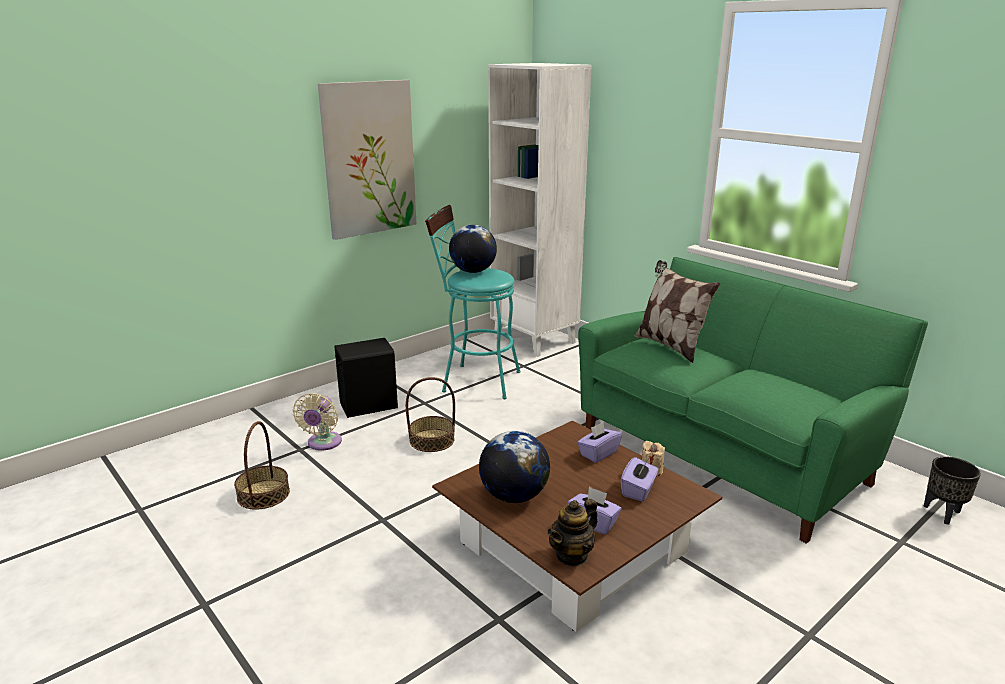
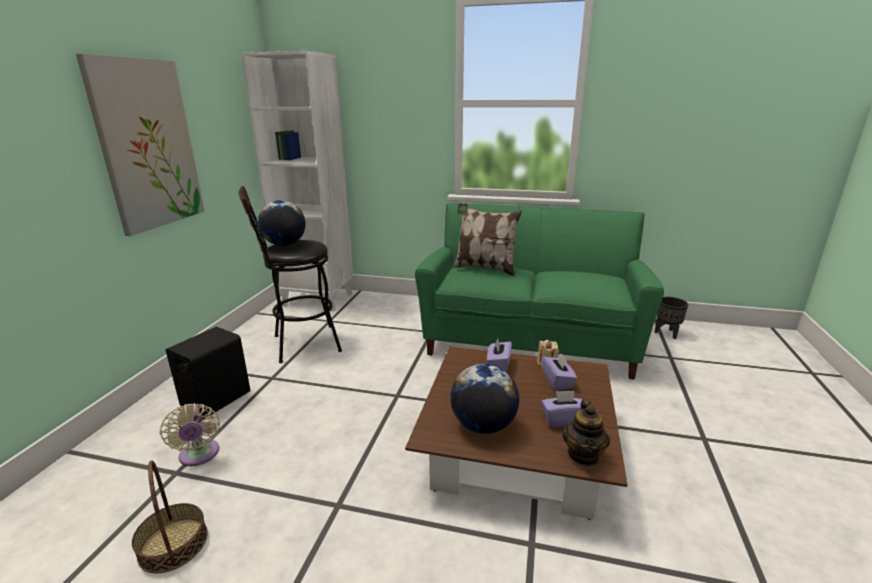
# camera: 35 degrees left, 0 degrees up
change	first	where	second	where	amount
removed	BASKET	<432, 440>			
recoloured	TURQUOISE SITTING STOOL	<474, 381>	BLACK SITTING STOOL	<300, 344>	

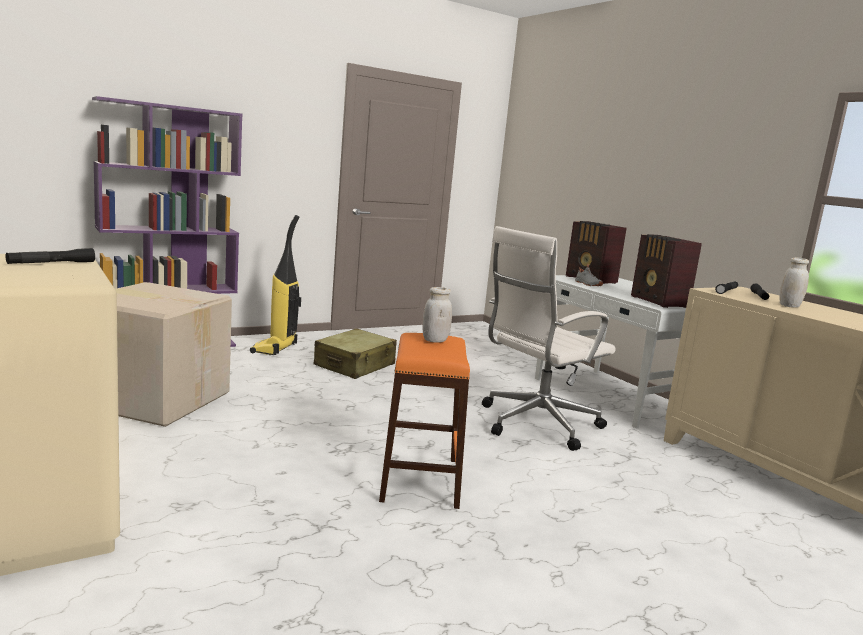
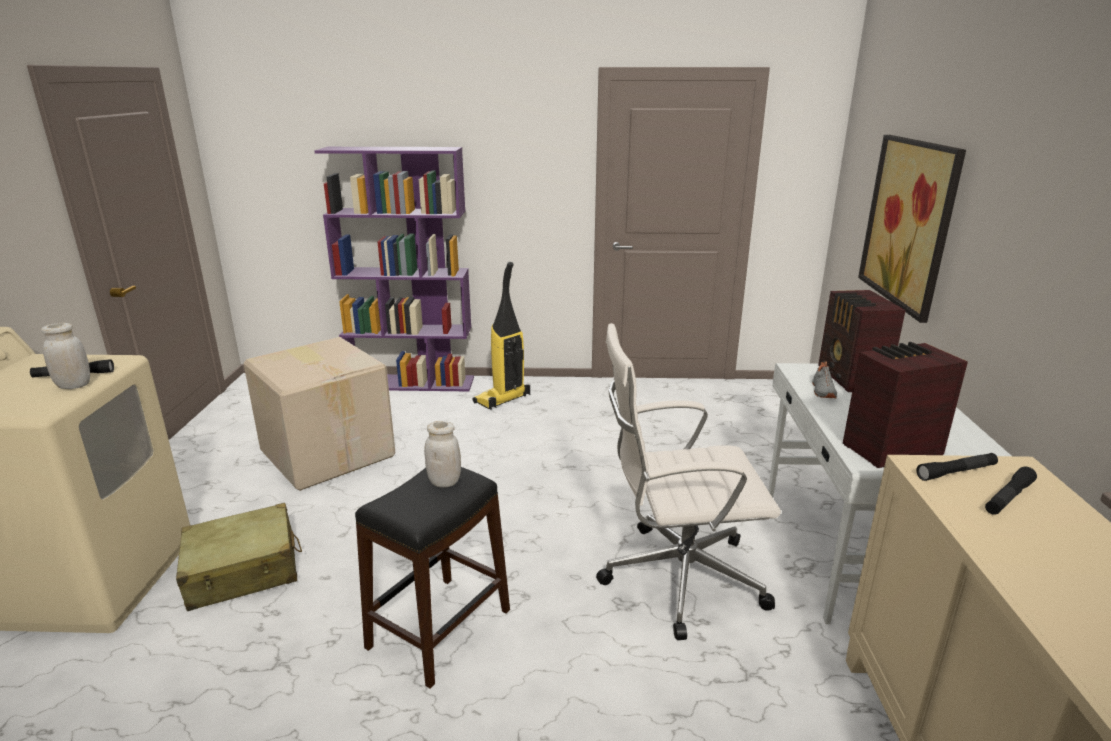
# camera: 35 degrees right, 10 degrees up
change	first	where	second	where	amount
added			WALL PICTURE	<909, 223>	
moved	BEIGE SUITCASE	<355, 365>		<243, 571>	
moved	WHITISH JAR	<789, 306>		<74, 385>	
recoloured	ORANGE-COLOURED SITTING STOOL	<419, 479>	BLACK SITTING STOOL	<438, 628>	
turned	RADIO	<659, 302>		<889, 449>	60 degrees clockwise

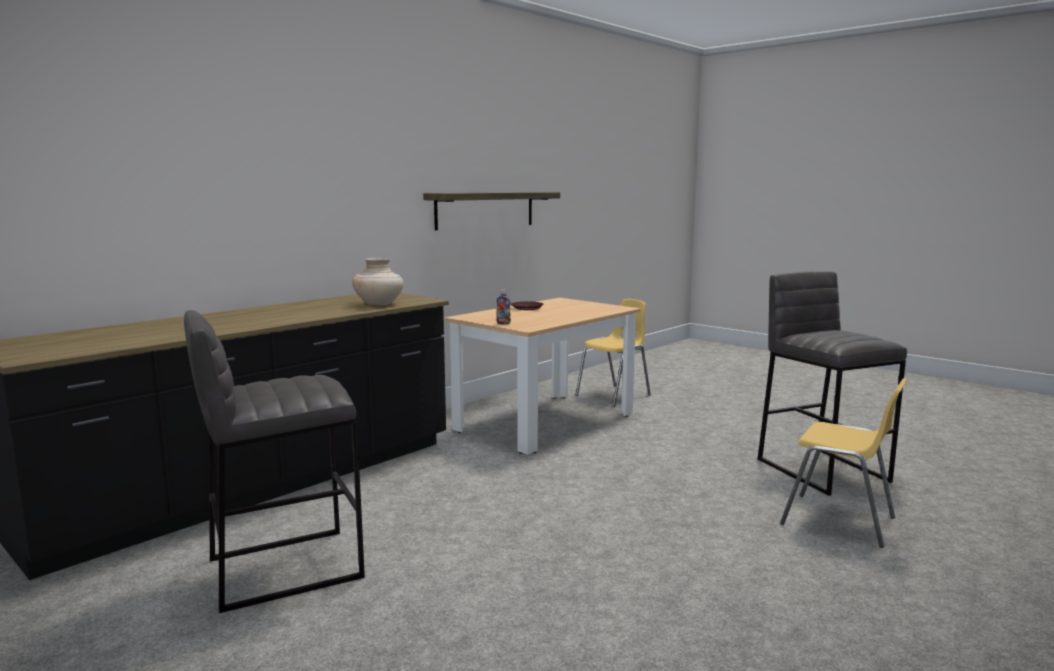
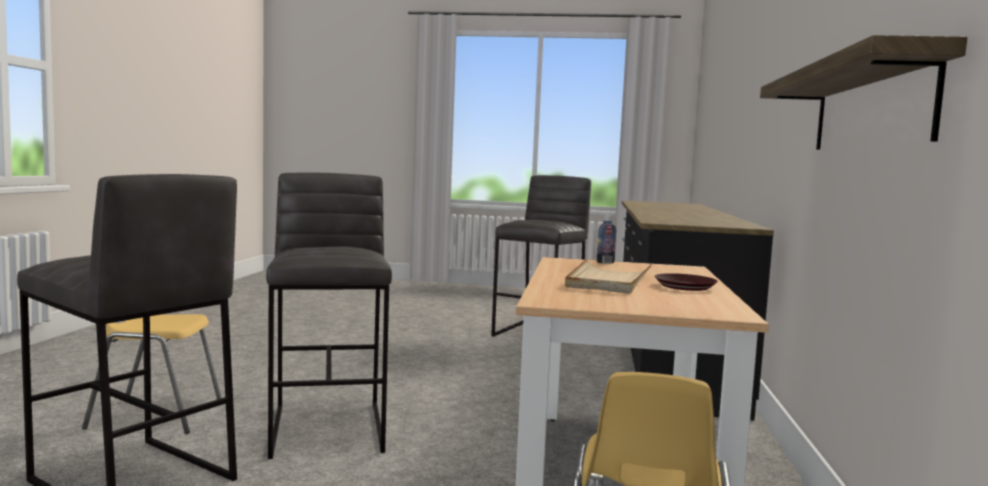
# camera: 145 degrees right, 5 degrees down
change	first	where	second	where	amount
removed	BEIGE DECORATIVE VASE	<379, 304>			
added			GREY SITTING STOOL	<329, 428>	
added			BEIGE TRAY	<608, 281>	

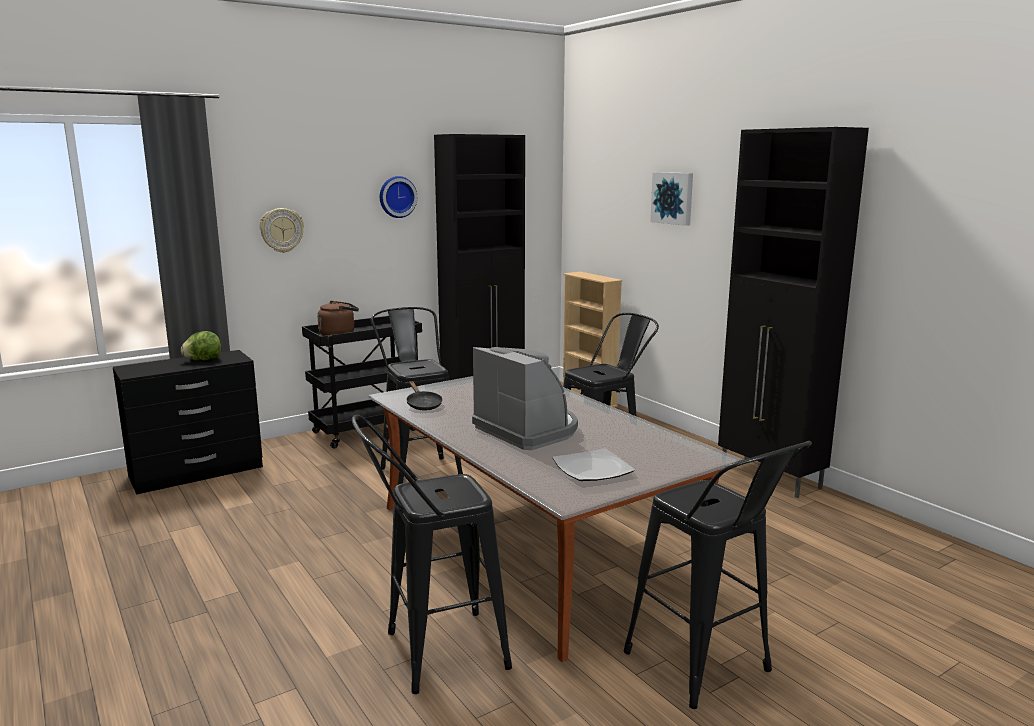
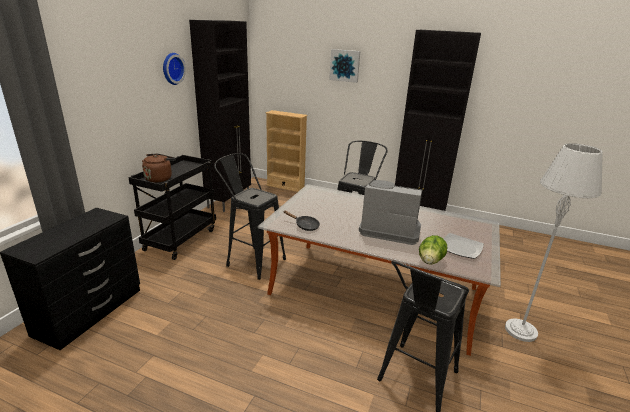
# camera: 35 degrees left, 10 degrees up
change	first	where	second	where	amount
removed	CLOCK ON THE WALL	<281, 230>			
moved	HEAD OF LETTUCE	<203, 360>		<430, 261>	
replaced	BLACK SITTING STOOL	<707, 670>	GREY STANDING LAMP	<521, 331>	

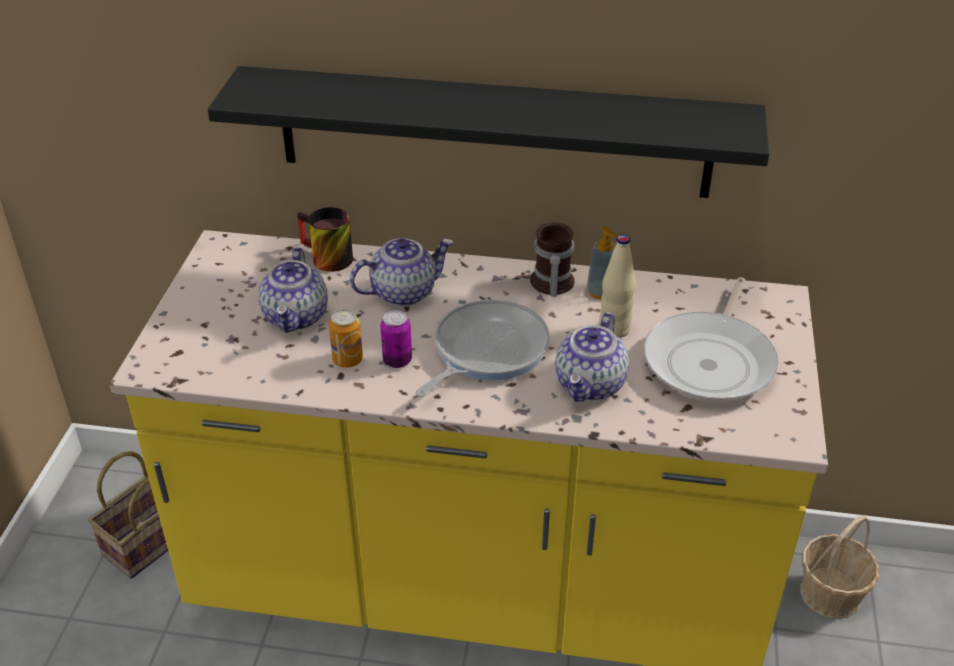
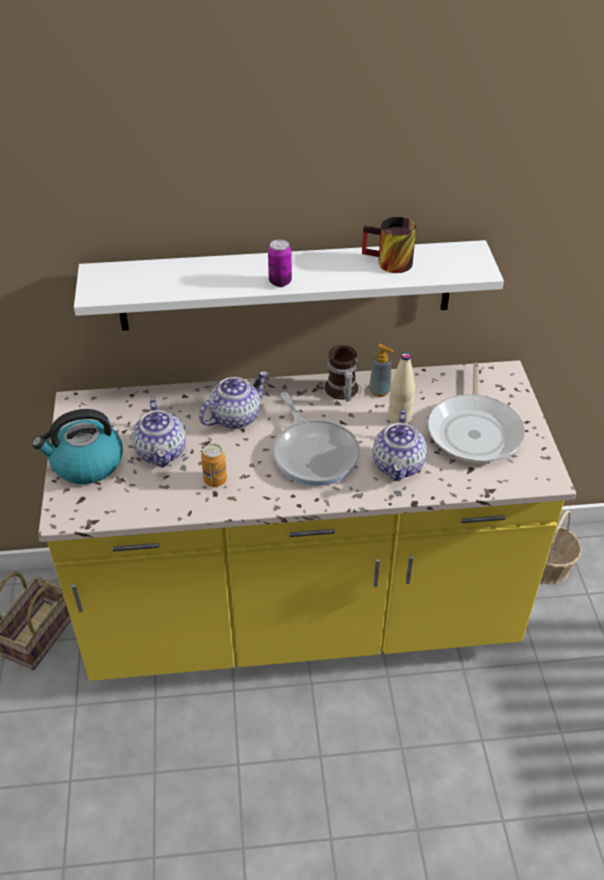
# camera: 15 degrees left, 5 degrees up
change	first	where	second	where	amount
added			WATER KETTLE	<86, 464>	
moved	MUG	<324, 259>		<388, 263>	
moved	CAN	<397, 361>		<280, 282>	
recoloured	BLACK WALL SHELF	<493, 132>	WHITISH WALL SHELF	<286, 286>	
turned	FRYING PAN	<486, 351>		<314, 453>	135 degrees clockwise

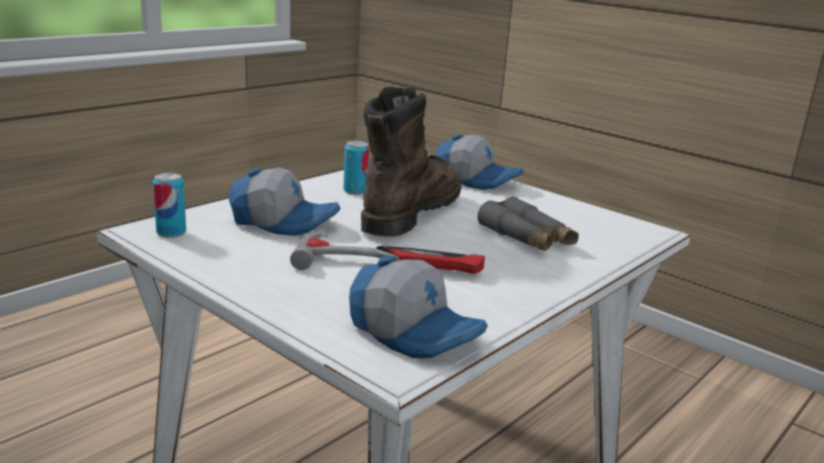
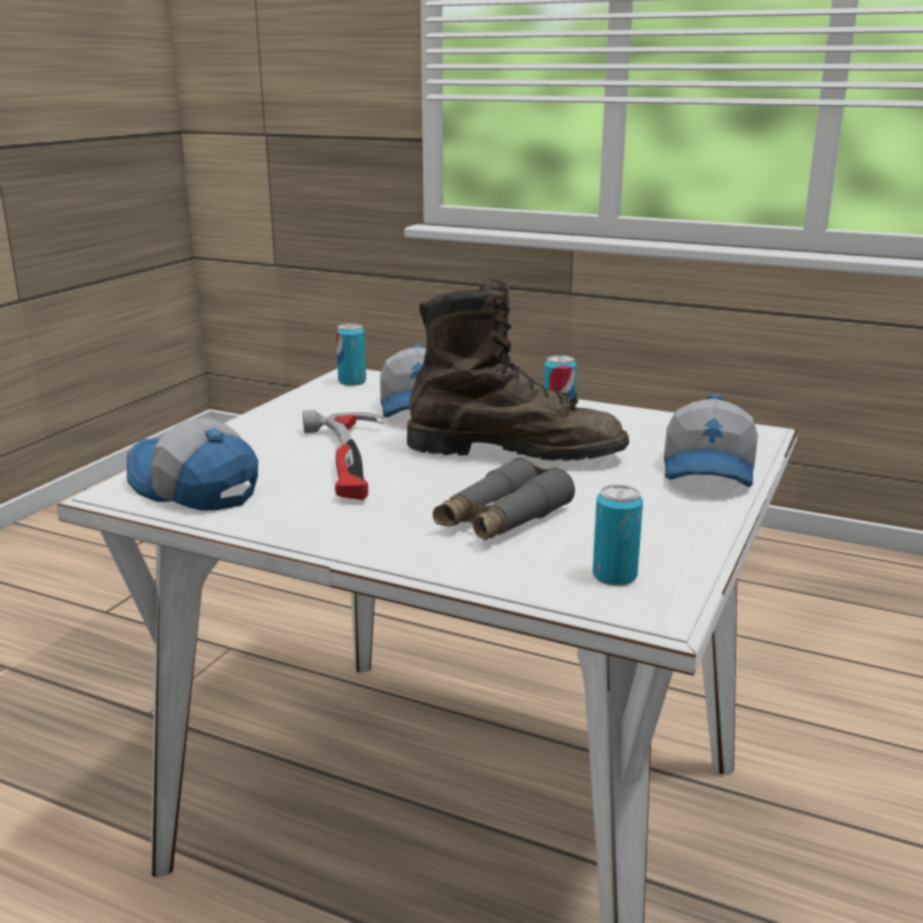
# camera: 75 degrees right, 0 degrees up
change	first	where	second	where	amount
added			CAN	<614, 576>	
turned	BASEBALL CAP	<414, 331>		<192, 489>	105 degrees clockwise

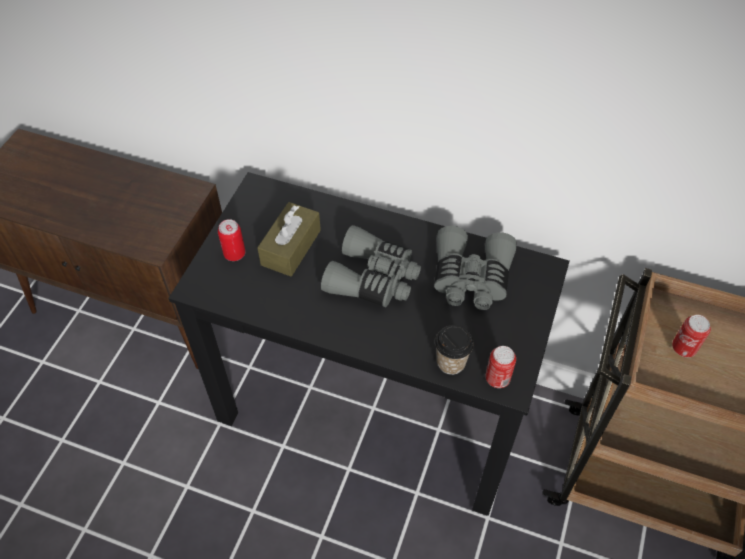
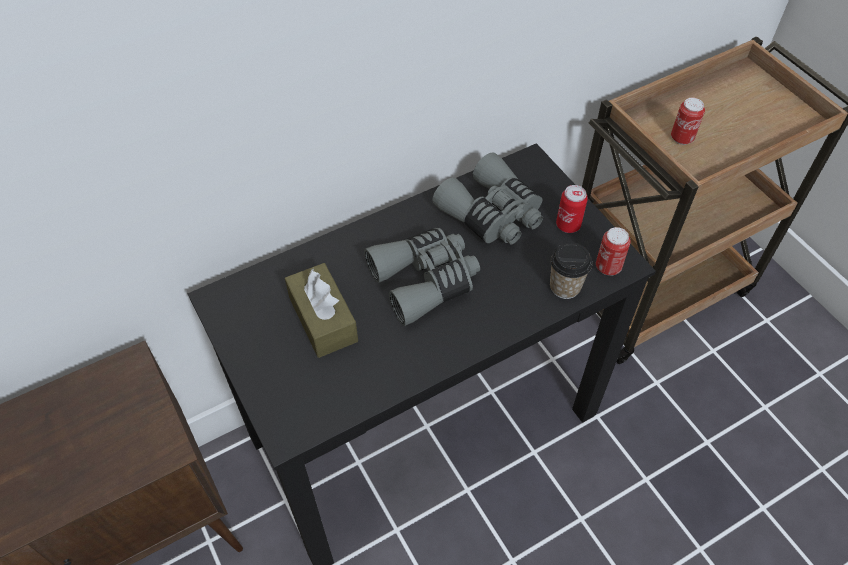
# camera: 50 degrees left, 0 degrees up
change	first	where	second	where	amount
moved	CAN	<234, 254>		<568, 225>	

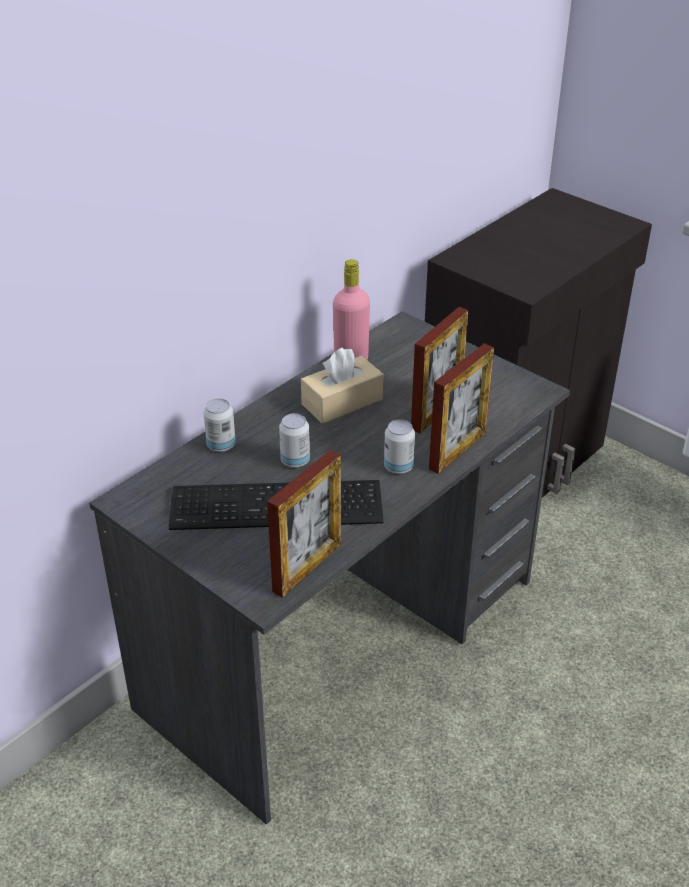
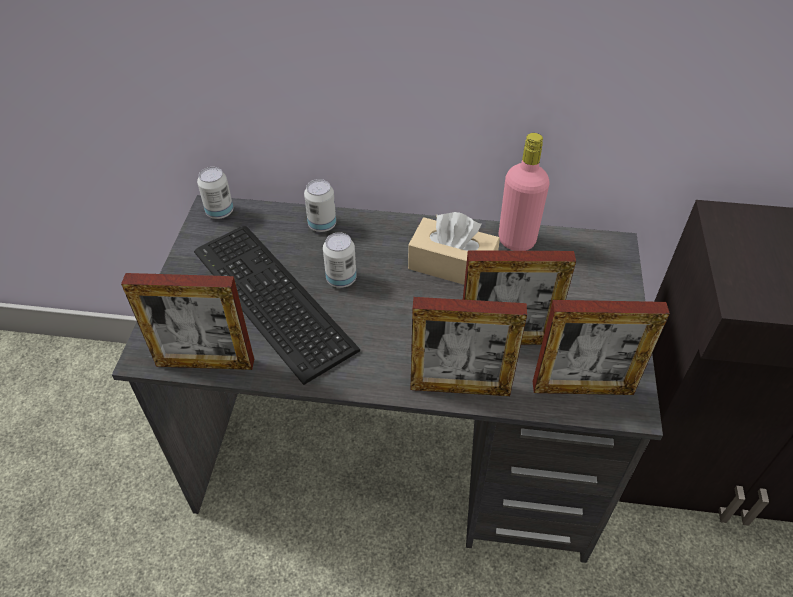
# camera: 55 degrees right, 10 degrees up
change	first	where	second	where	amount
added			PICTURE FRAME	<582, 388>	
moved	CAN	<398, 467>		<220, 212>	

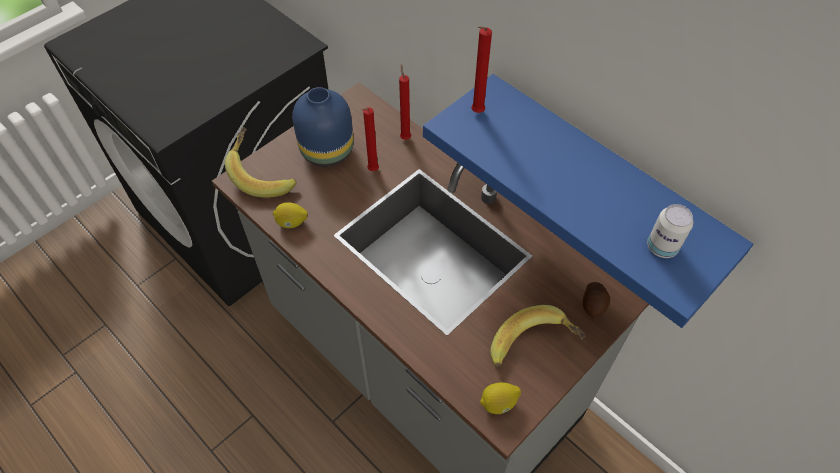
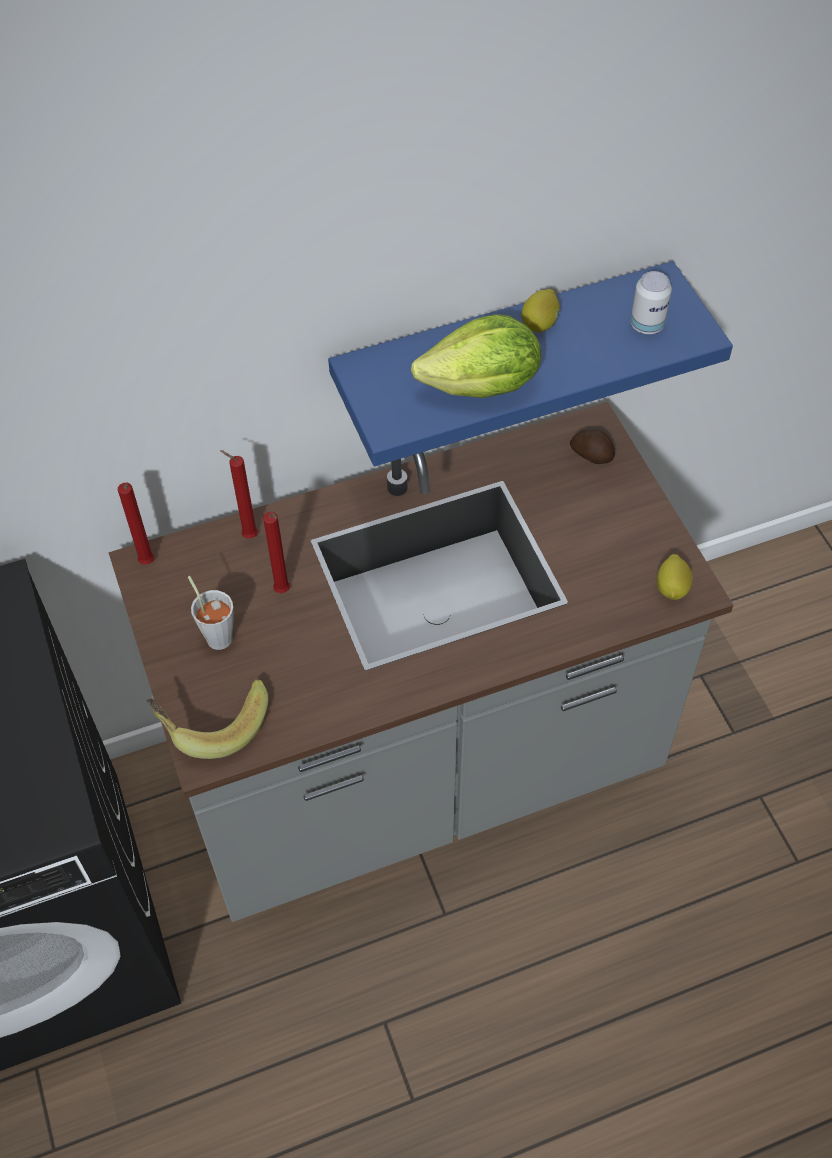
# camera: 65 degrees left, 0 degrees up
change	first	where	second	where	amount
removed	BANANA	<534, 349>			
added			HEAD OF LETTUCE	<482, 387>	
moved	CITRUS FRUIT	<291, 223>		<540, 324>	
moved	REDDISH WAX CANDLE	<476, 113>		<147, 564>	
replaced	BLUE DECORATIVE VASE	<326, 152>	GREY CUP	<217, 634>	

